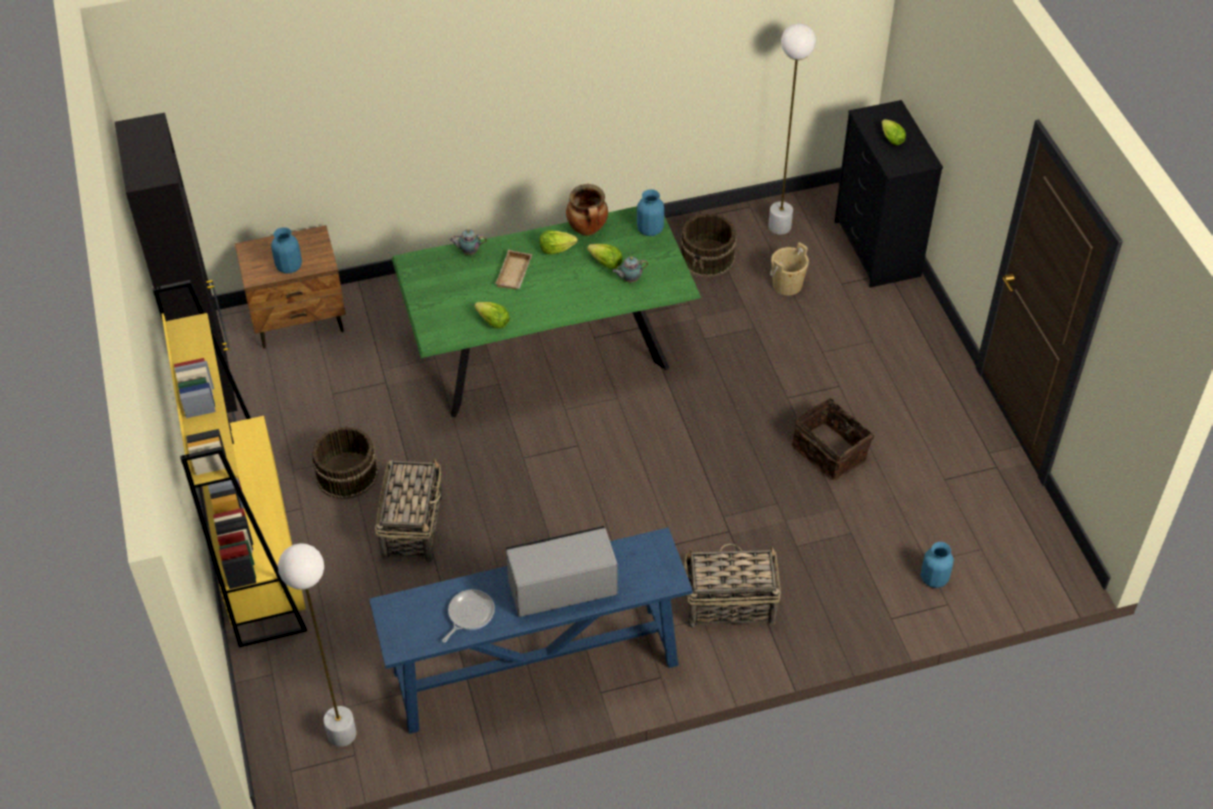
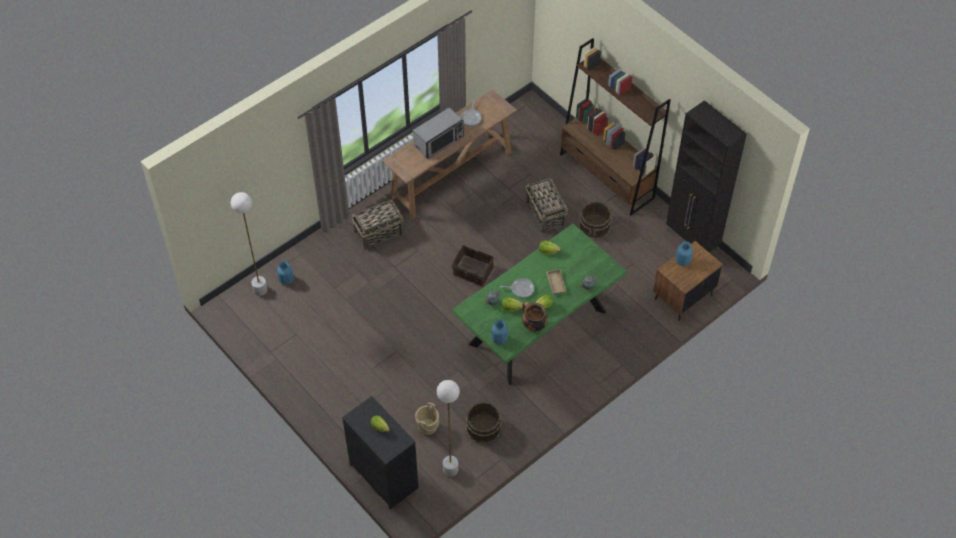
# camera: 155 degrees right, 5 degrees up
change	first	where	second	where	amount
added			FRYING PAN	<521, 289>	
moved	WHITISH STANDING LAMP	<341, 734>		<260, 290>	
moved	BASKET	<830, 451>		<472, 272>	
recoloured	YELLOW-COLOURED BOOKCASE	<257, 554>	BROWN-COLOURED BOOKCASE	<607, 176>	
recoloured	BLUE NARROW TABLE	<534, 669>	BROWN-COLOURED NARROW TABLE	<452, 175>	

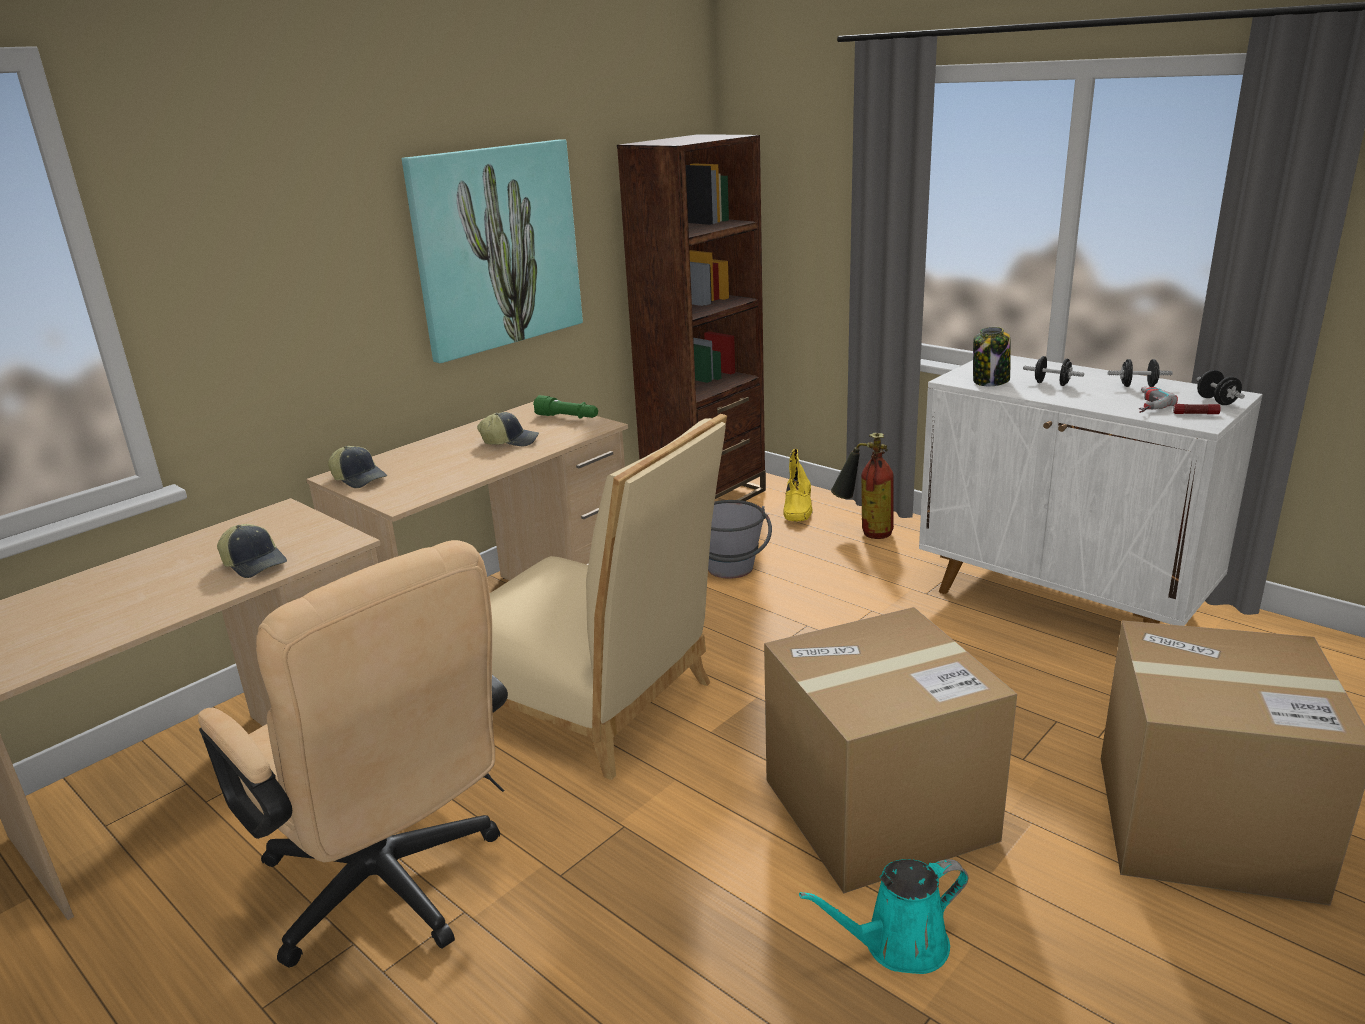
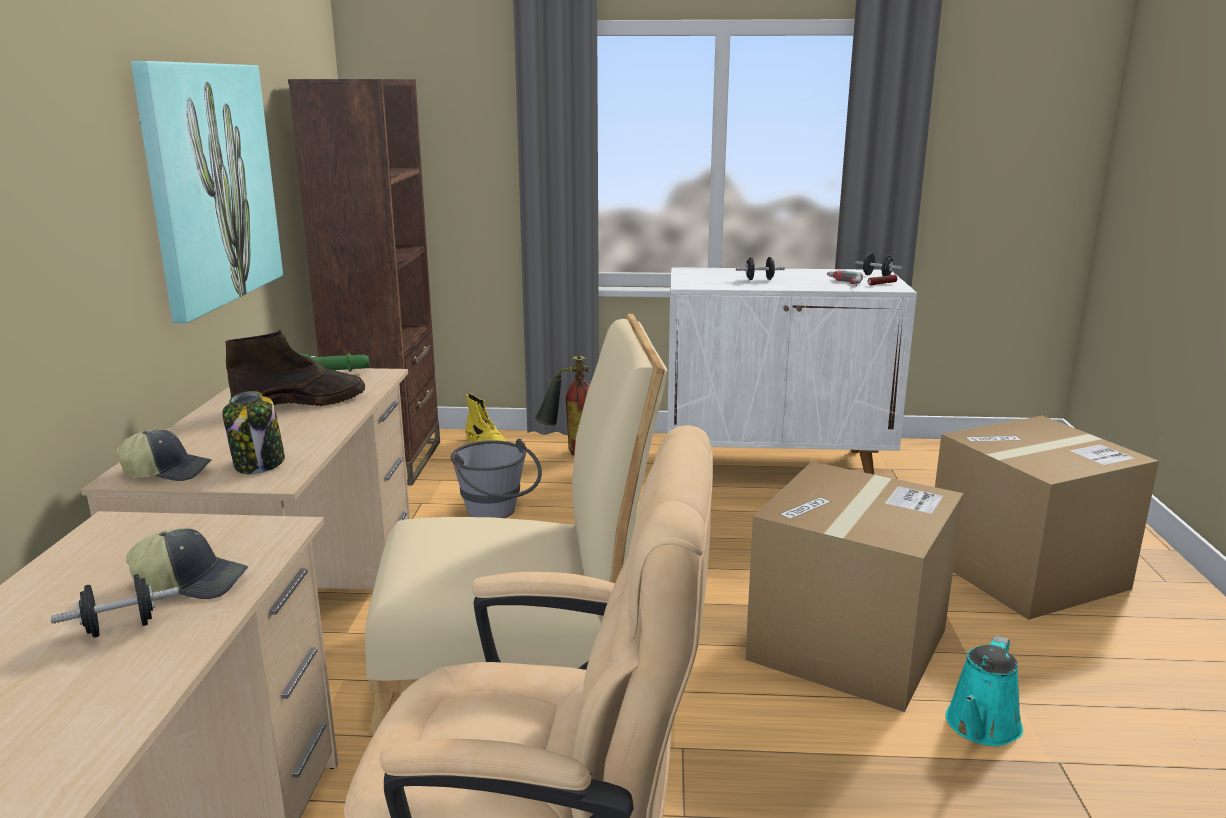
# camera: 40 degrees left, 5 degrees down
change	first	where	second	where	amount
moved	JAR	<990, 381>		<259, 464>	
moved	BLACK DUMBBELL	<1138, 386>		<121, 628>	
replaced	BASEBALL CAP	<510, 441>	BROWN-COLOURED HIGH-TOP BOOT	<303, 403>	

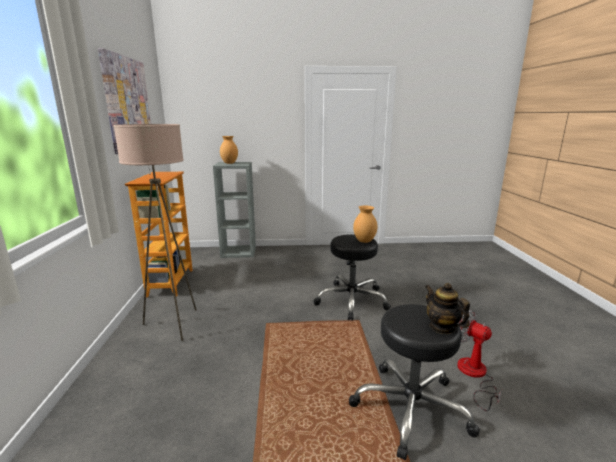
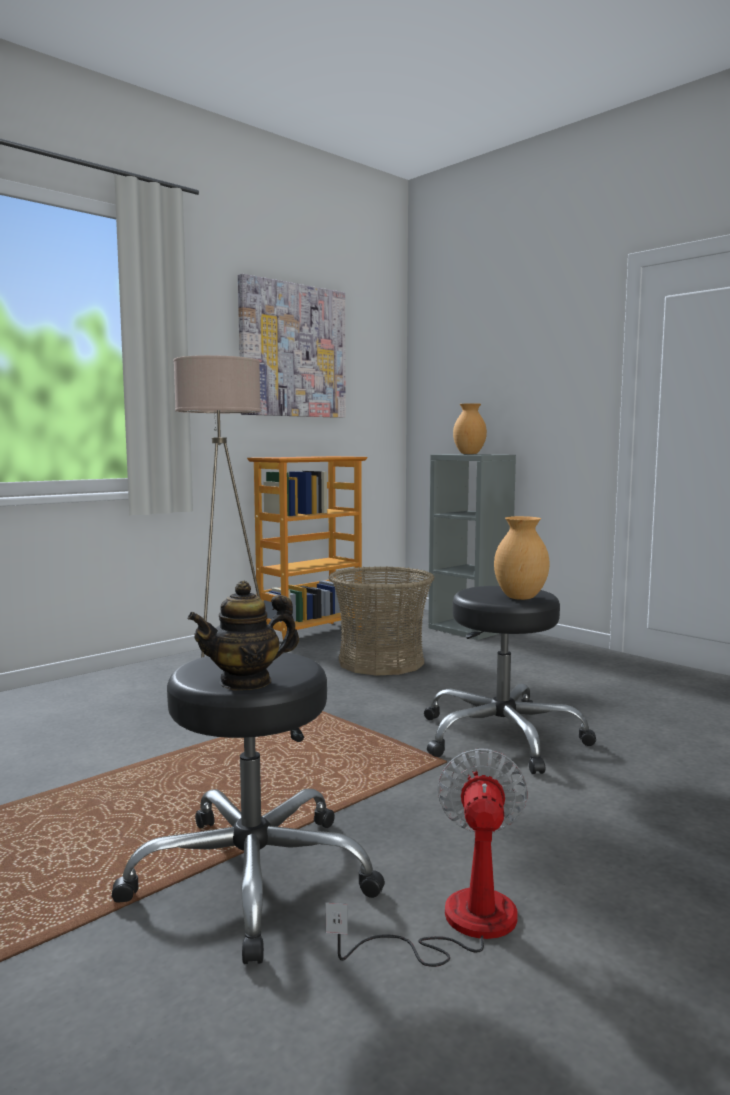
# camera: 50 degrees right, 10 degrees down
change	first	where	second	where	amount
added			BASKET	<381, 662>	
turned	TEA POT	<442, 327>		<246, 682>	135 degrees counterclockwise

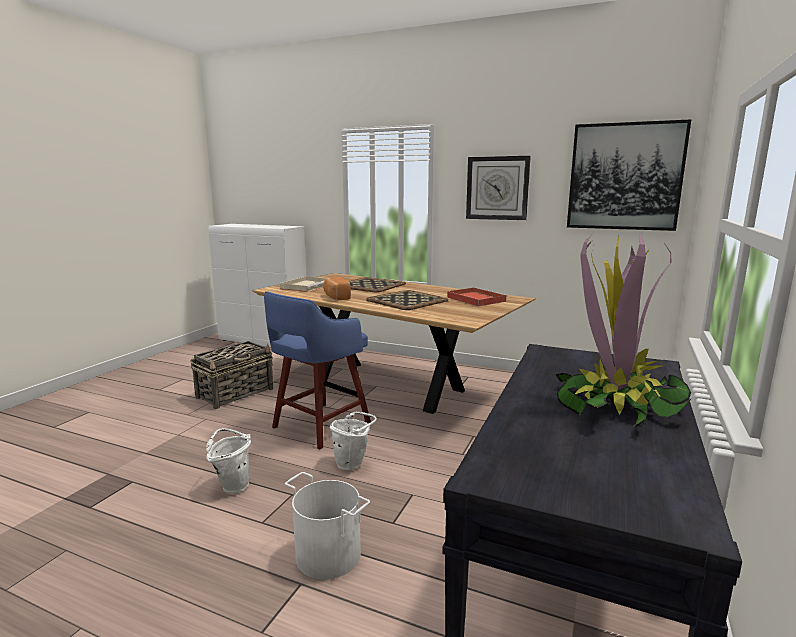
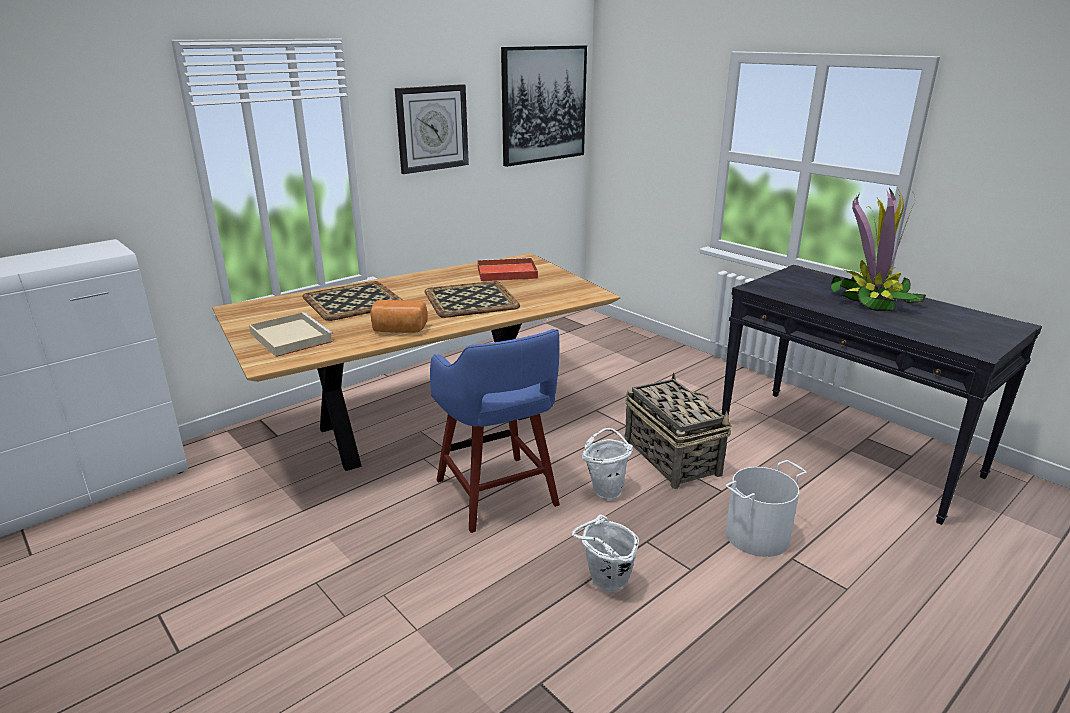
# camera: 65 degrees left, 10 degrees up
change	first	where	second	where	amount
moved	BASKET	<236, 393>		<671, 457>	

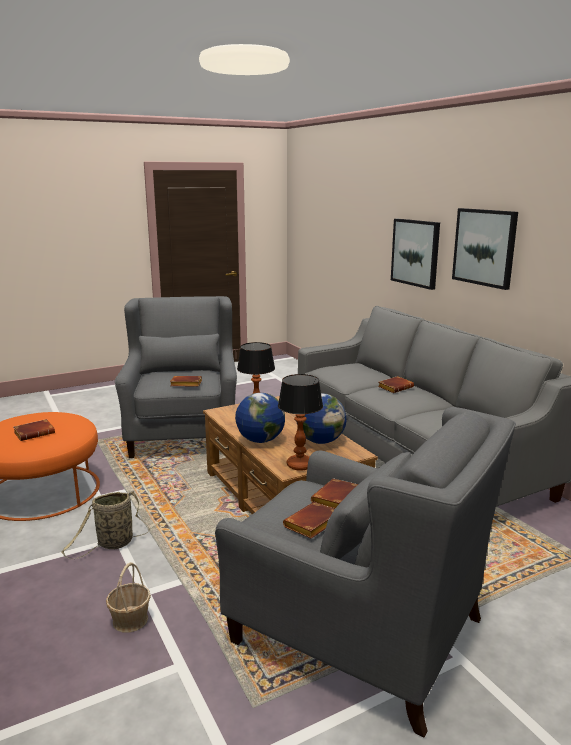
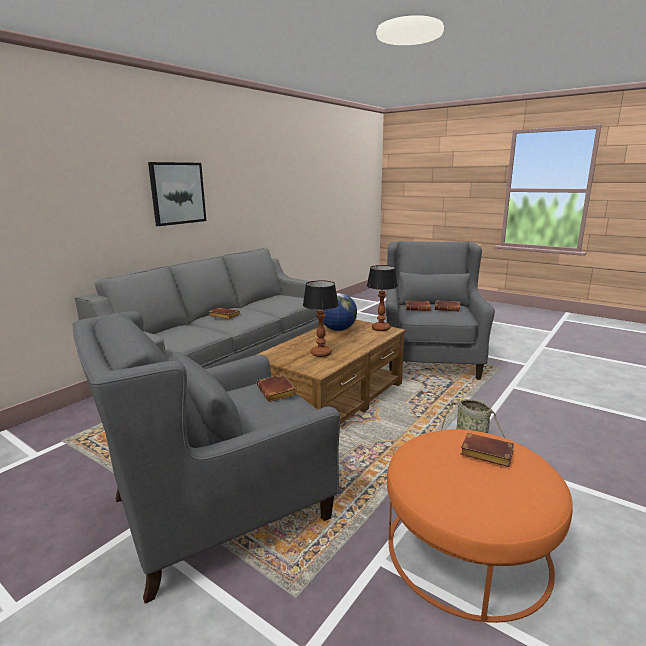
# camera: 115 degrees left, 0 degrees up
change	first	where	second	where	amount
removed	BASKET	<130, 620>			
removed	DESK GLOBE	<260, 440>			
removed	WALL PICTURE	<415, 252>			

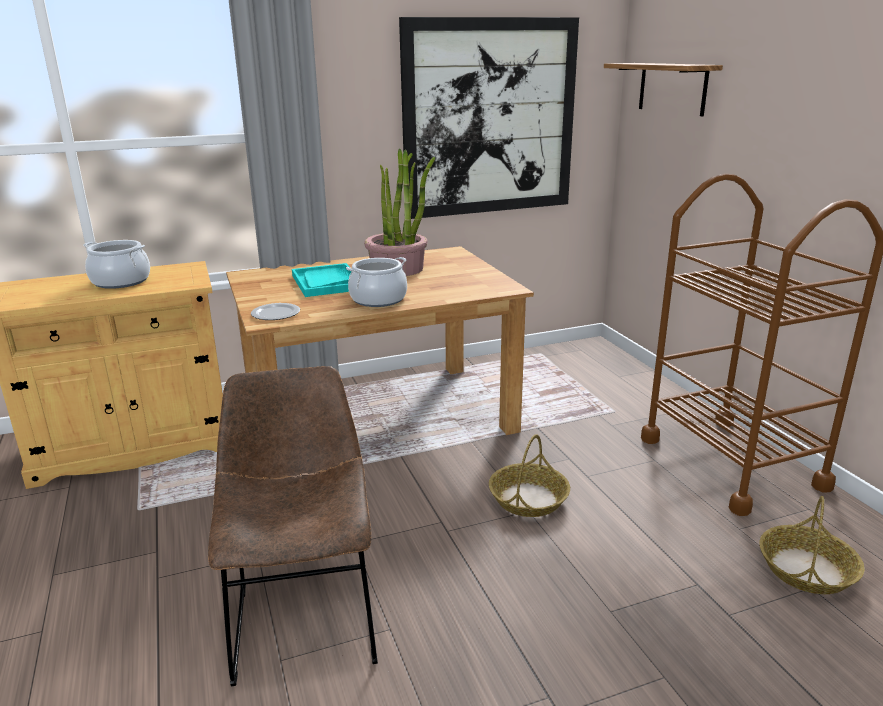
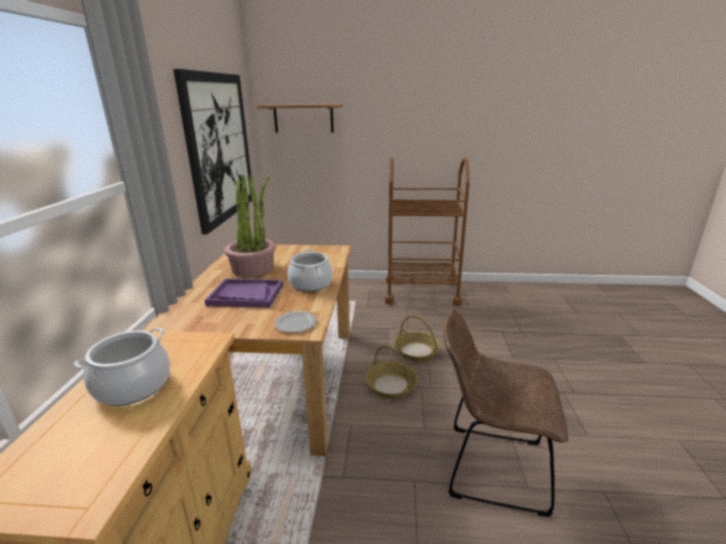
# camera: 65 degrees left, 0 degrees up
change	first	where	second	where	amount
moved	BASKET	<807, 570>		<391, 386>	
recoloured	TURQUOISE TRAY	<326, 282>	PURPLE TRAY	<245, 295>	

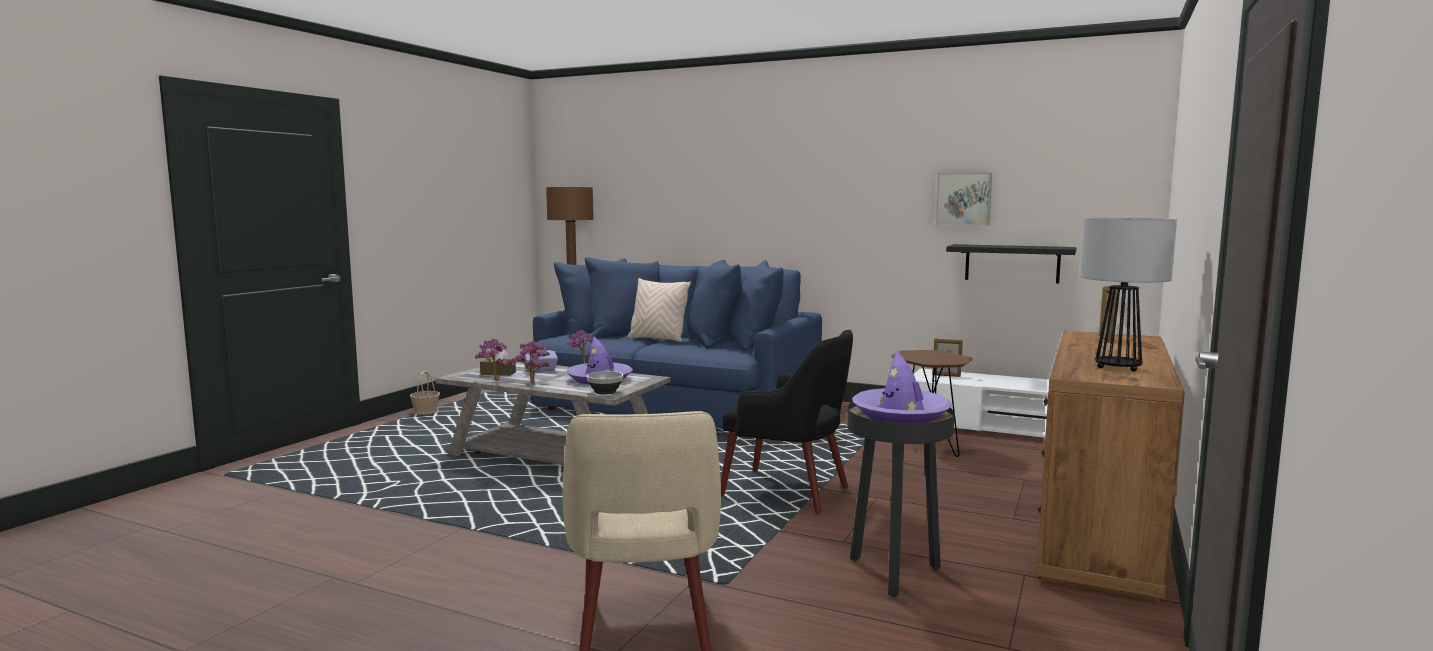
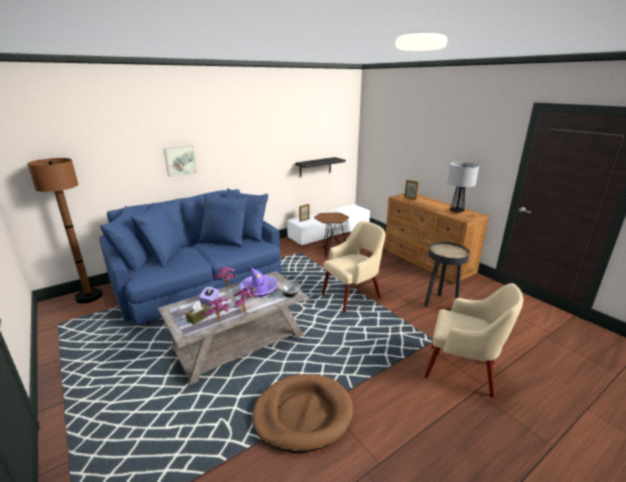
# camera: 60 degrees left, 15 degrees up
change	first	where	second	where	amount
removed	BASKET	<425, 412>			
removed	BEIGE CUSHION	<658, 339>			
removed	PURPLE WEARABLE HAT	<901, 415>			
added			BROWN-COLOURED PET BED	<302, 414>	
moved	WALL PICTURE	<963, 199>		<180, 160>	
recoloured	BLACK ARMCHAIR	<788, 492>	BEIGE ARMCHAIR	<352, 296>	

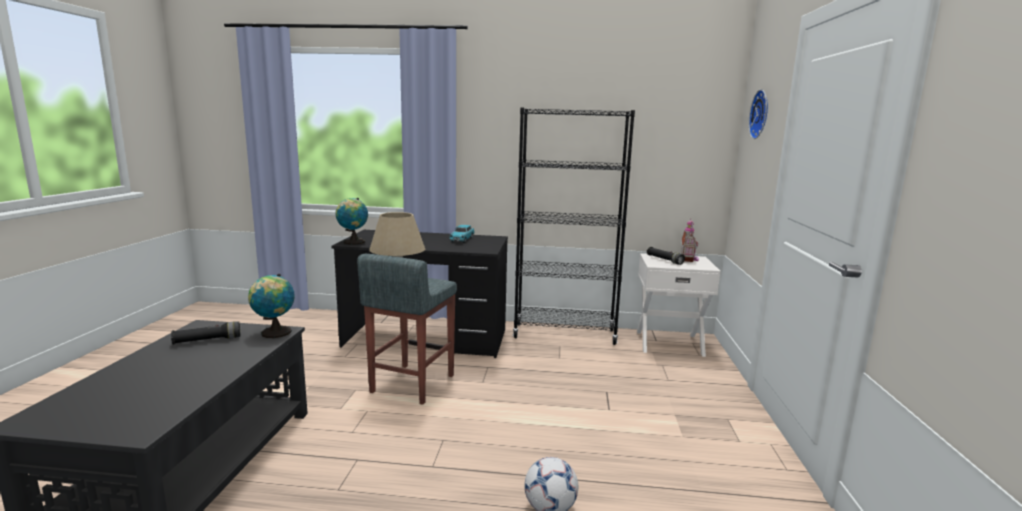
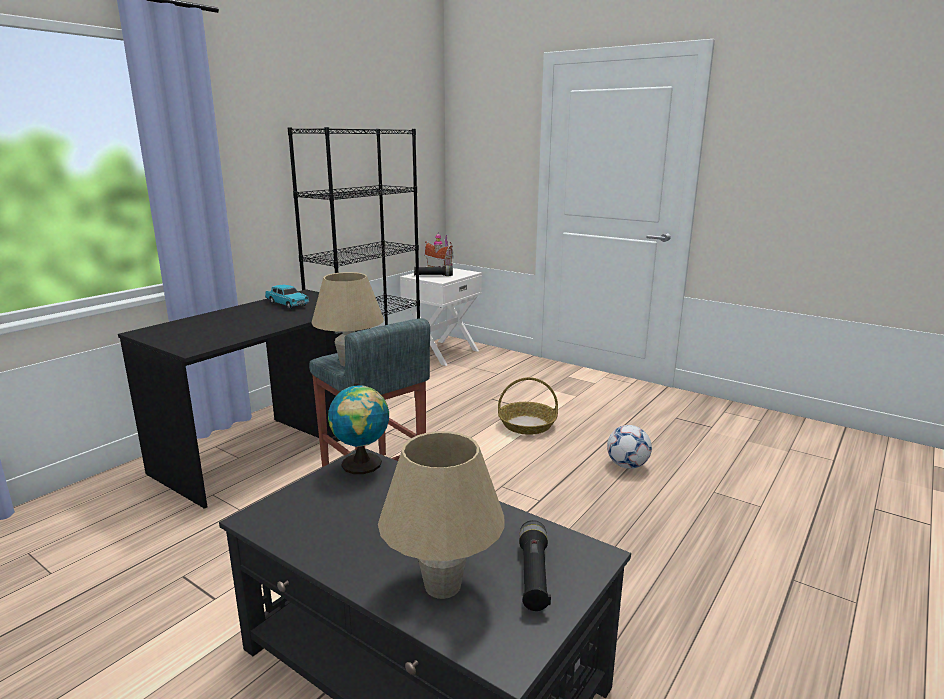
# camera: 60 degrees left, 5 degrees up
change	first	where	second	where	amount
removed	DESK GLOBE	<352, 242>			
removed	CLOCK ON THE WALL	<761, 114>			
added			BEIGE LAMP FOR A TABLE	<442, 586>	
added			BASKET	<526, 425>	
moved	BLACK HAND TORCH	<207, 340>		<533, 575>	

